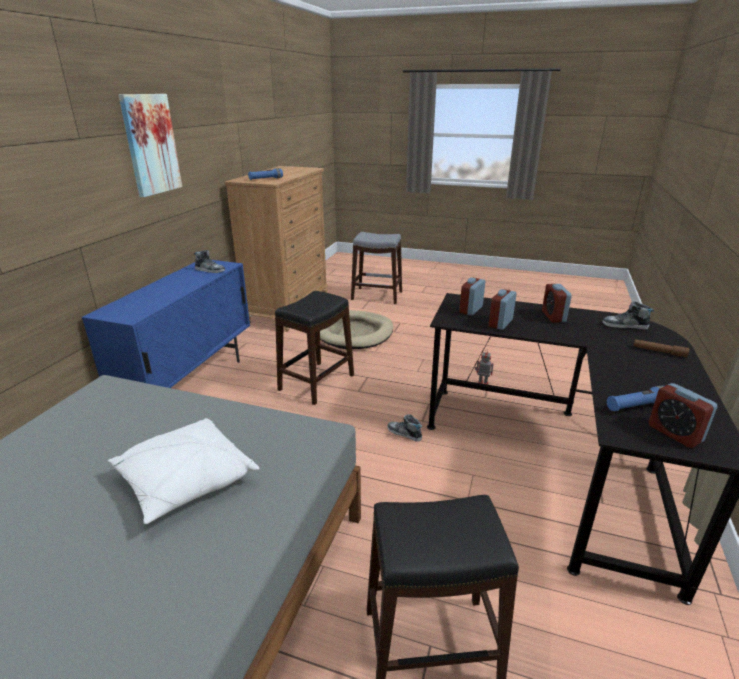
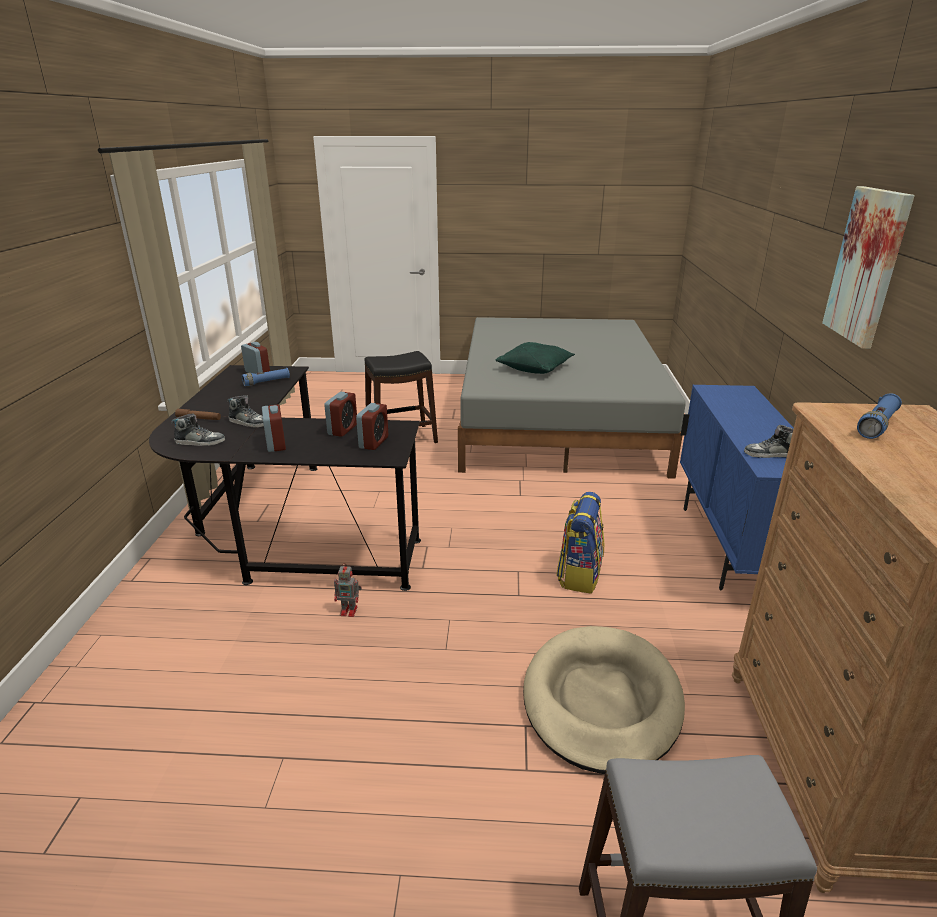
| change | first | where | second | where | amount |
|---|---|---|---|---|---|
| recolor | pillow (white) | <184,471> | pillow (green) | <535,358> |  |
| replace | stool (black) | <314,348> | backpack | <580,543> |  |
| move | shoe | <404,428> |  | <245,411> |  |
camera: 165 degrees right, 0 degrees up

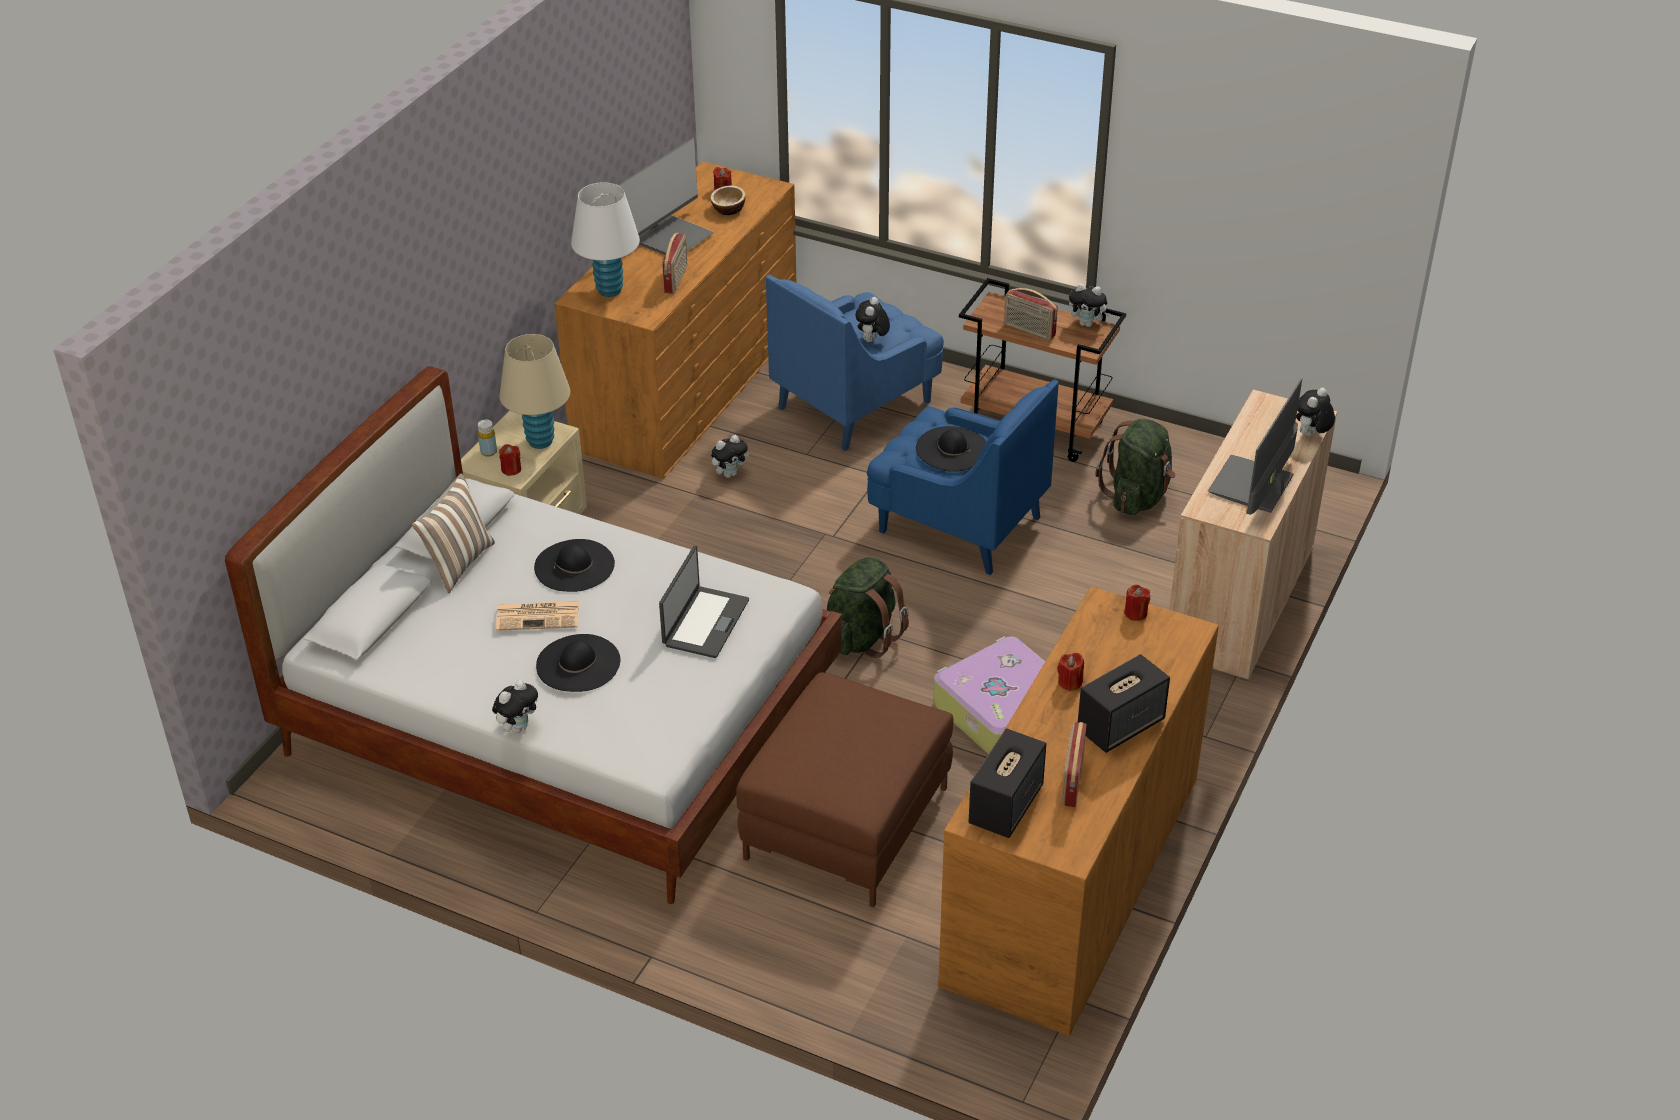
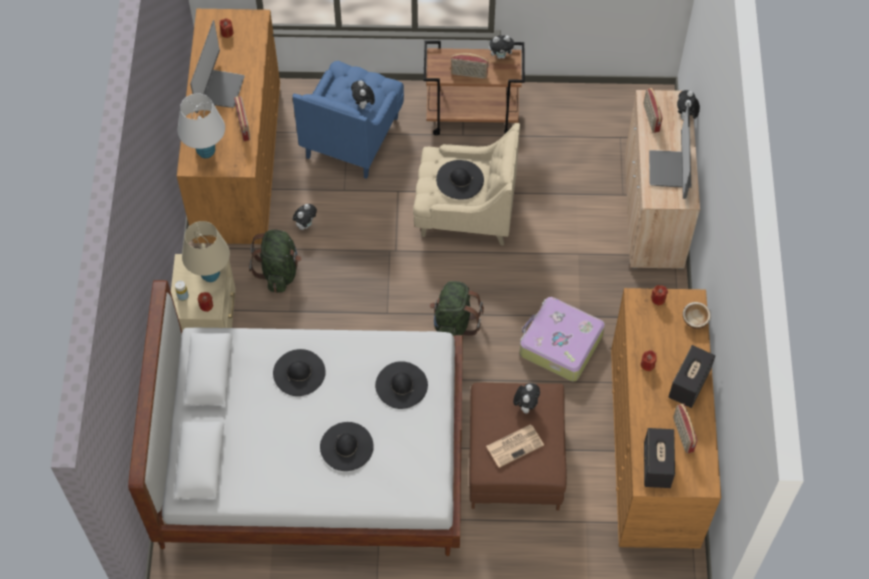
| change | first | where | second | where | amount |
|---|---|---|---|---|---|
| delete | pillow | <453,533> |  |  |  |
| move | plush toy | <515,706> |  | <526,398> |  |
| move | newspaper | <537,616> |  | <515,446> |  |
| replace | laptop | <704,602> | hat (black) | <401,385> |  |
| move | bowl | <728,200> |  | <697,315> |  |
| recolor | armchair (blue) | <963,477> | armchair (beige) | <466,184> |  |
| move | backpack (green) | <1135,467> |  | <275,261> |  |
| insert |  |  | radio | <653,110> |  |
camera: 25 degrees left, 20 degrees up

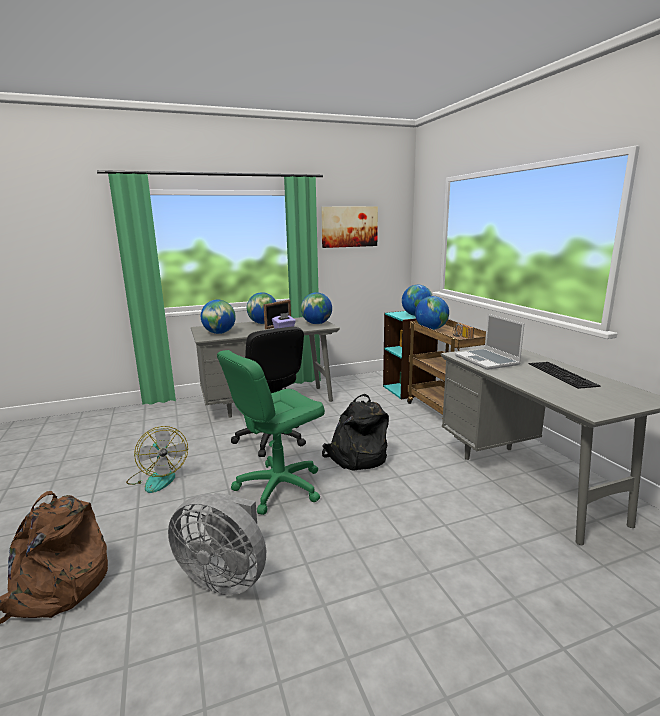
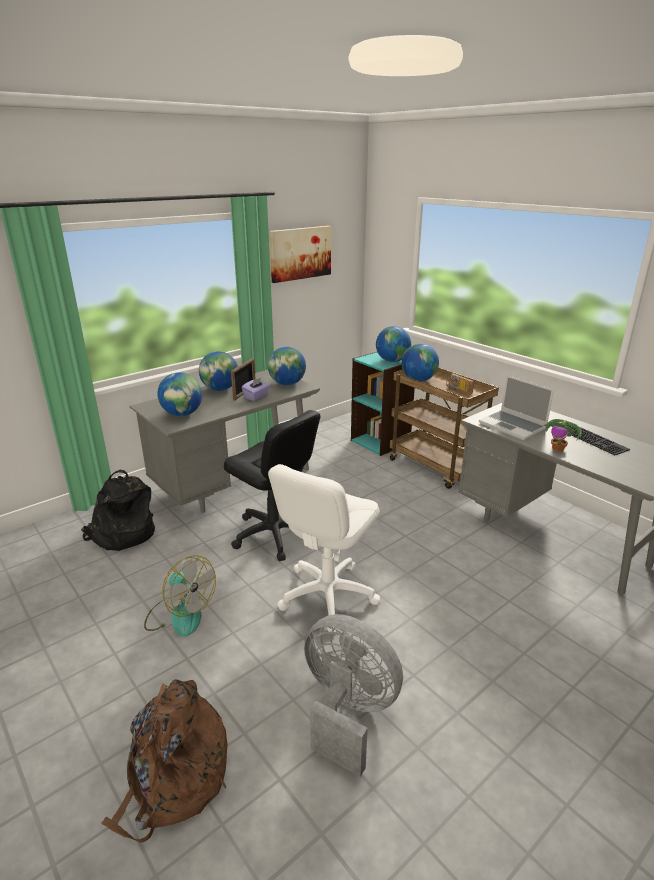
| change | first | where | second | where | amount |
|---|---|---|---|---|---|
| rotate | fan (grey) | <217,543> |  | <353,695> | 150 degrees counterclockwise |
| recolor | office chair (green) | <271,432> | office chair (white) | <324,548> |  |
| move | backpack (black) | <355,432> |  | <118,510> |  |
| insert |  |  | potted plant | <562,435> |  |
camera: 20 degrees left, 10 degrees up

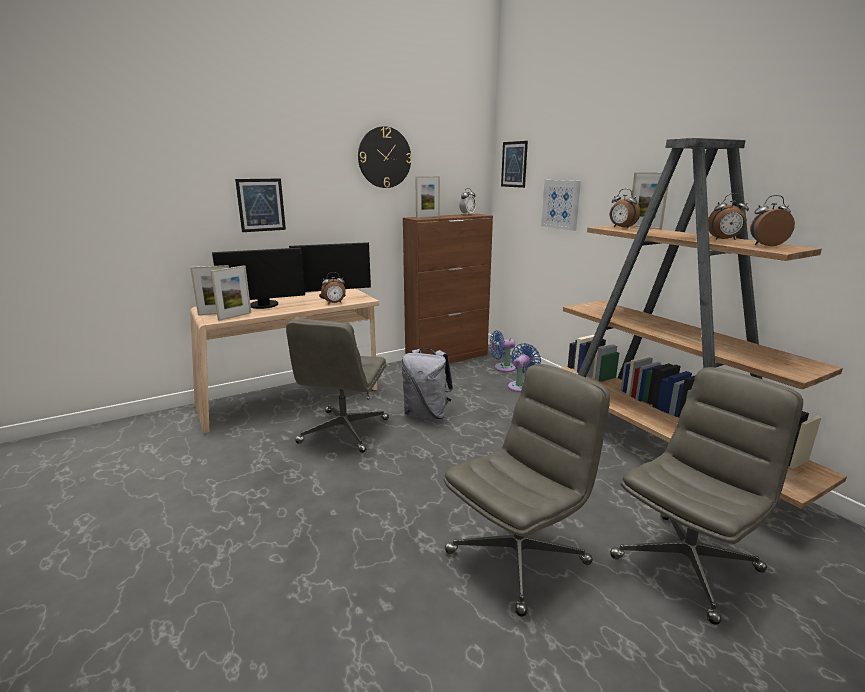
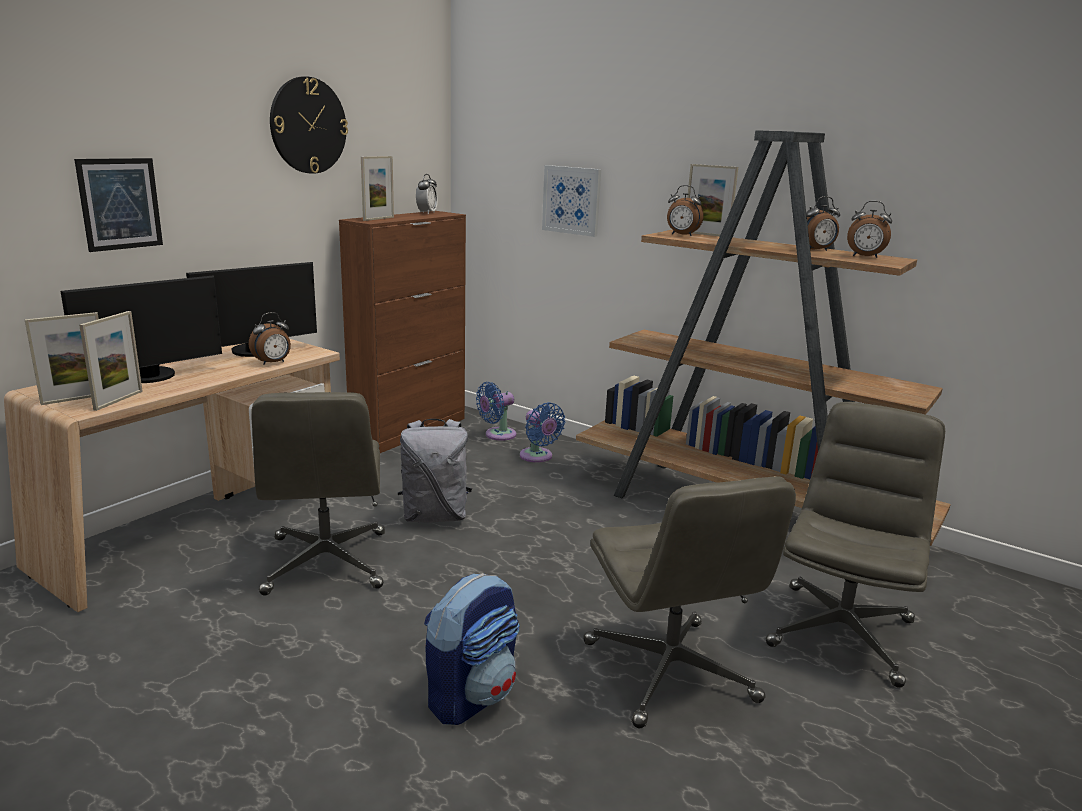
| change | first | where | second | where | amount |
|---|---|---|---|---|---|
| rotate | office chair (grey) | <527,490> |  | <689,602> | 135 degrees clockwise |
| delete | picture | <514,164> |  |  |  |
| rotate | fan (blue) | <524,367> |  | <542,432> | 135 degrees clockwise |
| rotate | alarm clock | <772,220> |  | <869,229> | 135 degrees counterclockwise |
| insert |  |  | backpack | <472,649> |  |
camera: 25 degrees left, 0 degrees up

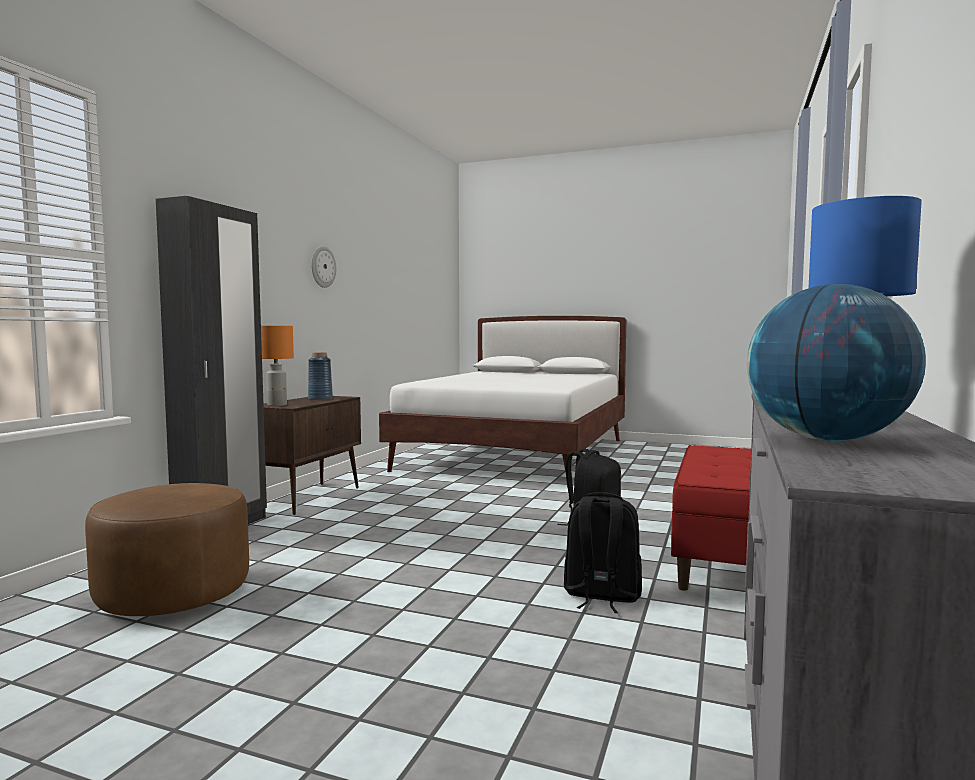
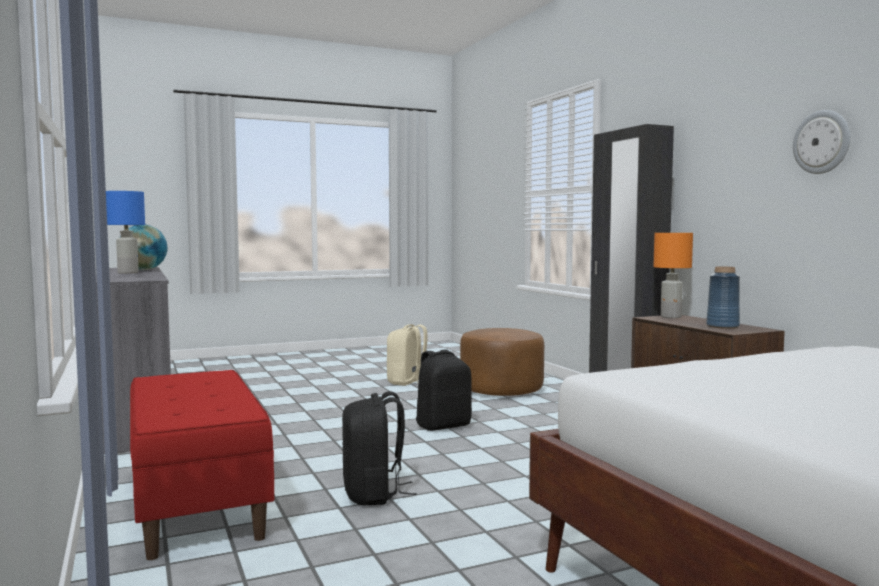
| change | first | where | second | where | amount |
|---|---|---|---|---|---|
| move | backpack (black) | <603,552> |  | <444,390> |  |
| insert |  |  | backpack (beige) | <407,355> |  |
camera: 135 degrees right, 0 degrees up

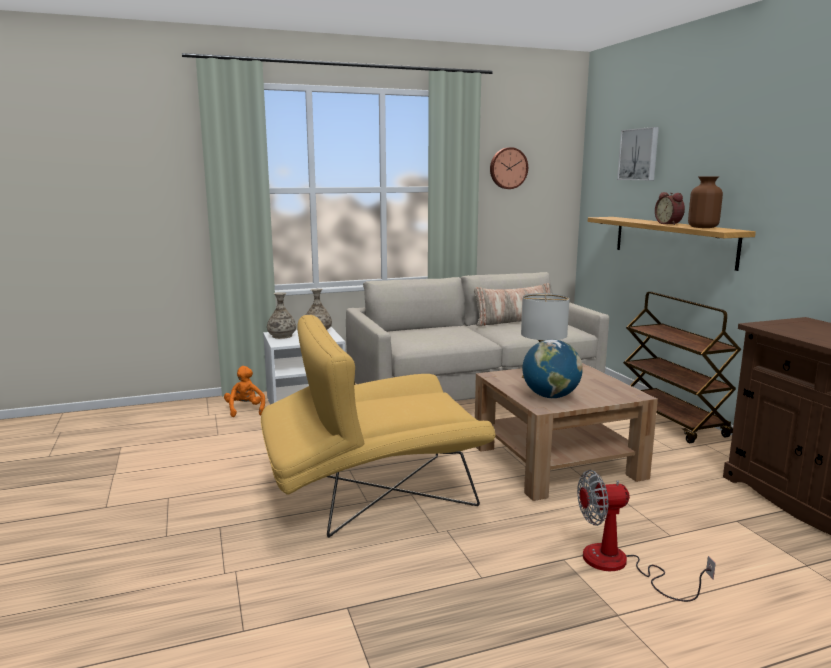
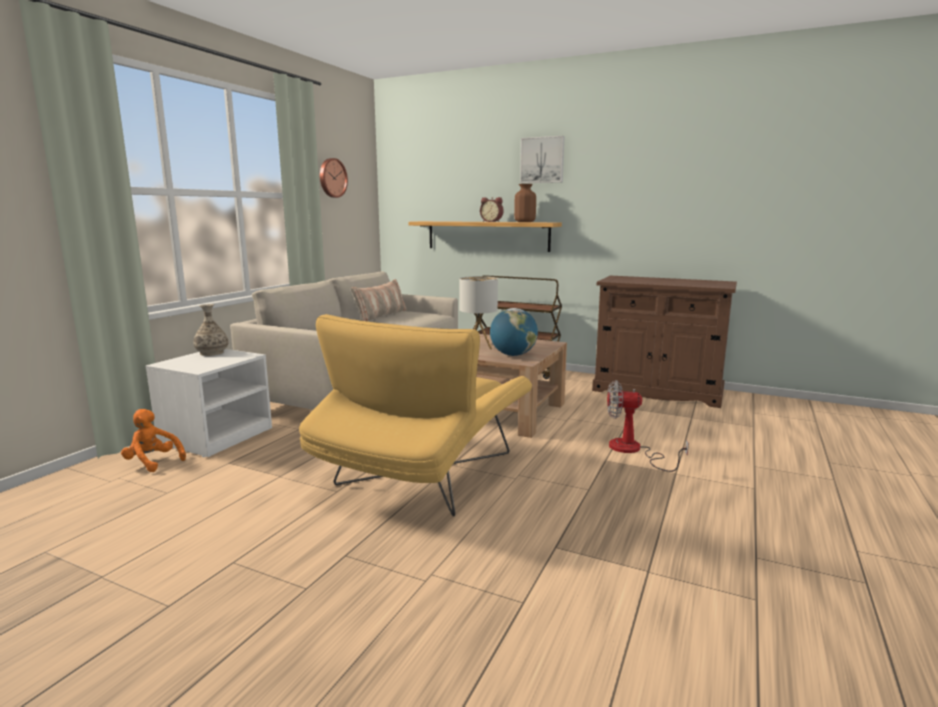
| change | first | where | second | where | amount |
|---|---|---|---|---|---|
| delete | vase | <281,315> |  |  |  |
| rotate | fan | <646,536> |  | <648,426> | 60 degrees clockwise |
| move | picture | <638,153> |  | <542,159> |  |
camera: 45 degrees left, 0 degrees up

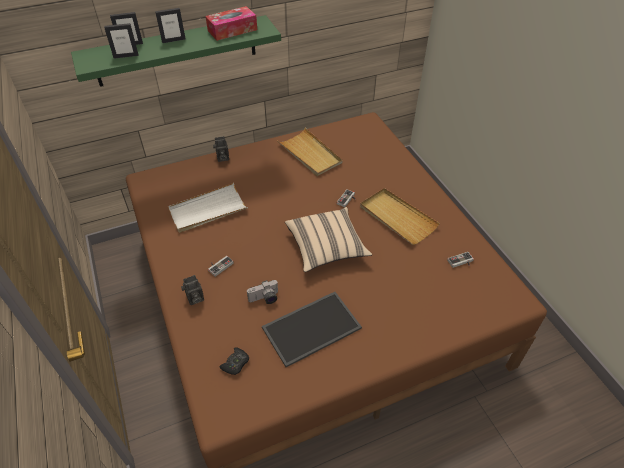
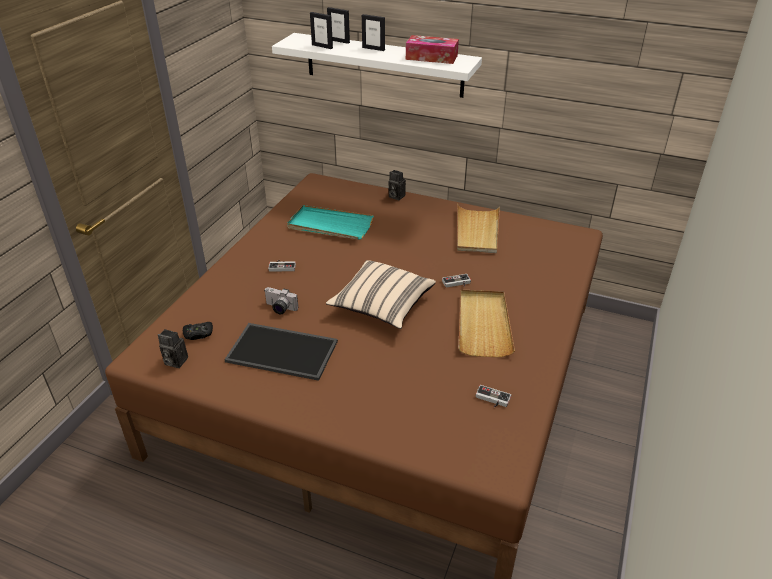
| change | first | where | second | where | amount |
|---|---|---|---|---|---|
| recolor | shelf (green) | <176,51> | shelf (white) | <377,65> |  |
| recolor | tray (white) | <208,207> | tray (turquoise) | <330,222> |  |
| move | photo camera | <192,290> |  | <173,348> |  |
camera: 45 degrees right, 10 degrees down

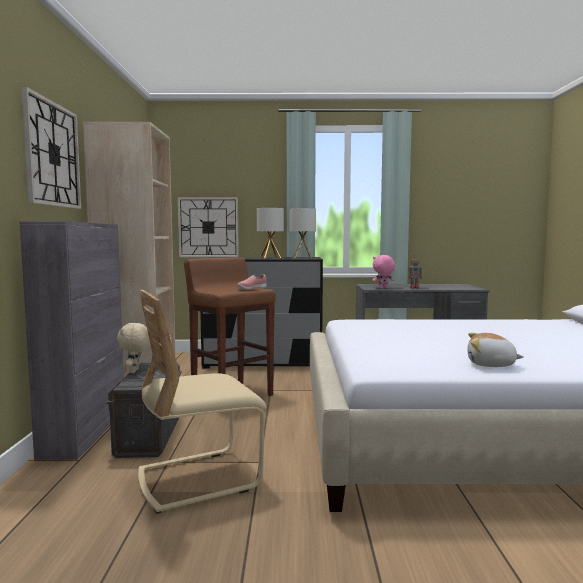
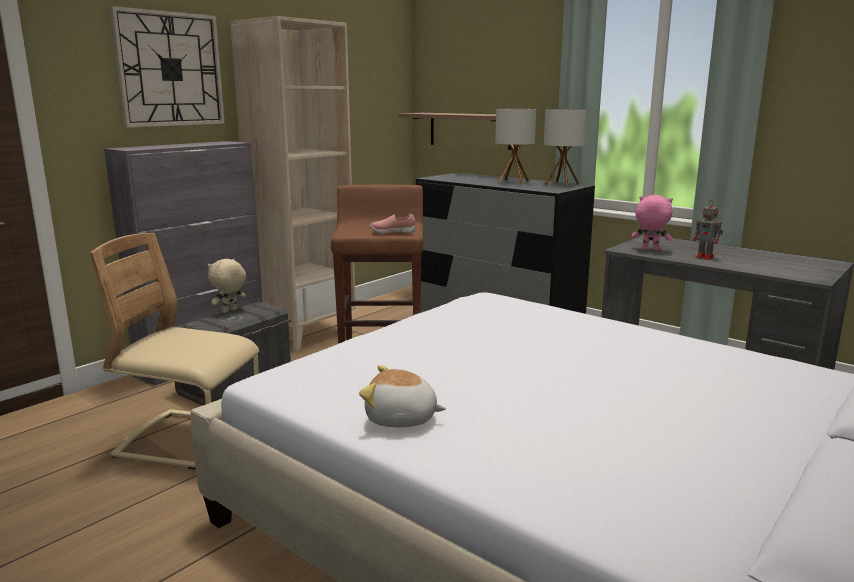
| change | first | where | second | where | amount |
|---|---|---|---|---|---|
| replace | wall clock | <208,227> | shelf | <455,131> |  |
| rotate | plush toy | <495,350> |  | <402,396> | 45 degrees counterclockwise |
camera: 40 degrees right, 10 degrees up

